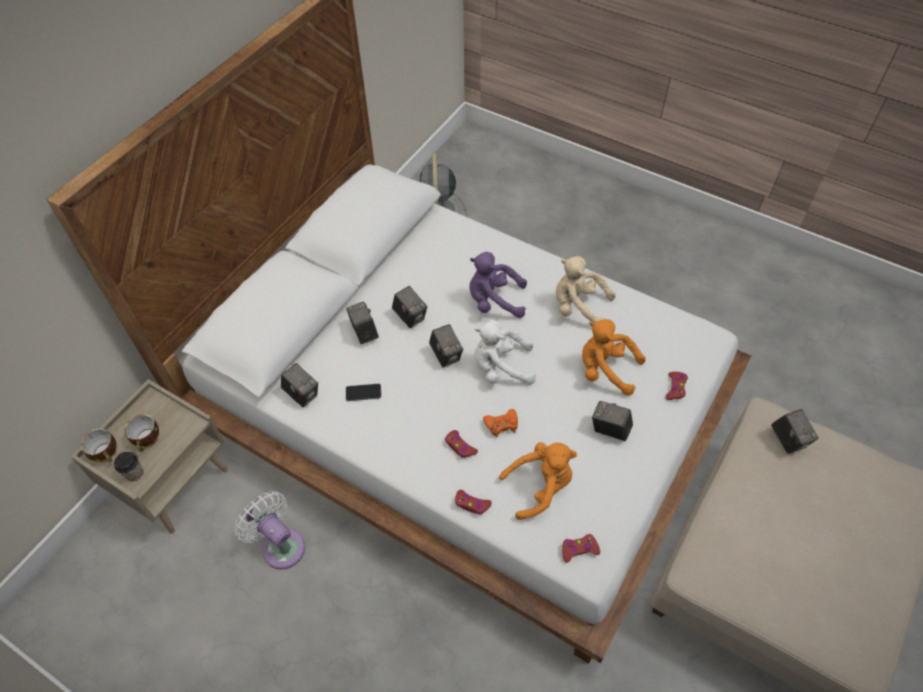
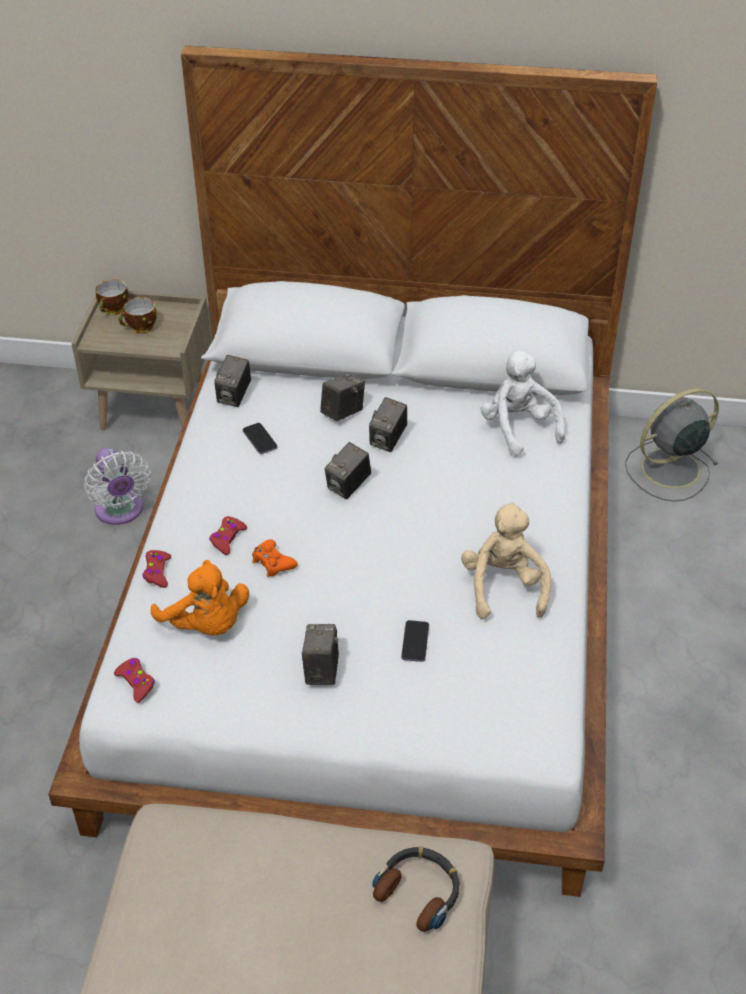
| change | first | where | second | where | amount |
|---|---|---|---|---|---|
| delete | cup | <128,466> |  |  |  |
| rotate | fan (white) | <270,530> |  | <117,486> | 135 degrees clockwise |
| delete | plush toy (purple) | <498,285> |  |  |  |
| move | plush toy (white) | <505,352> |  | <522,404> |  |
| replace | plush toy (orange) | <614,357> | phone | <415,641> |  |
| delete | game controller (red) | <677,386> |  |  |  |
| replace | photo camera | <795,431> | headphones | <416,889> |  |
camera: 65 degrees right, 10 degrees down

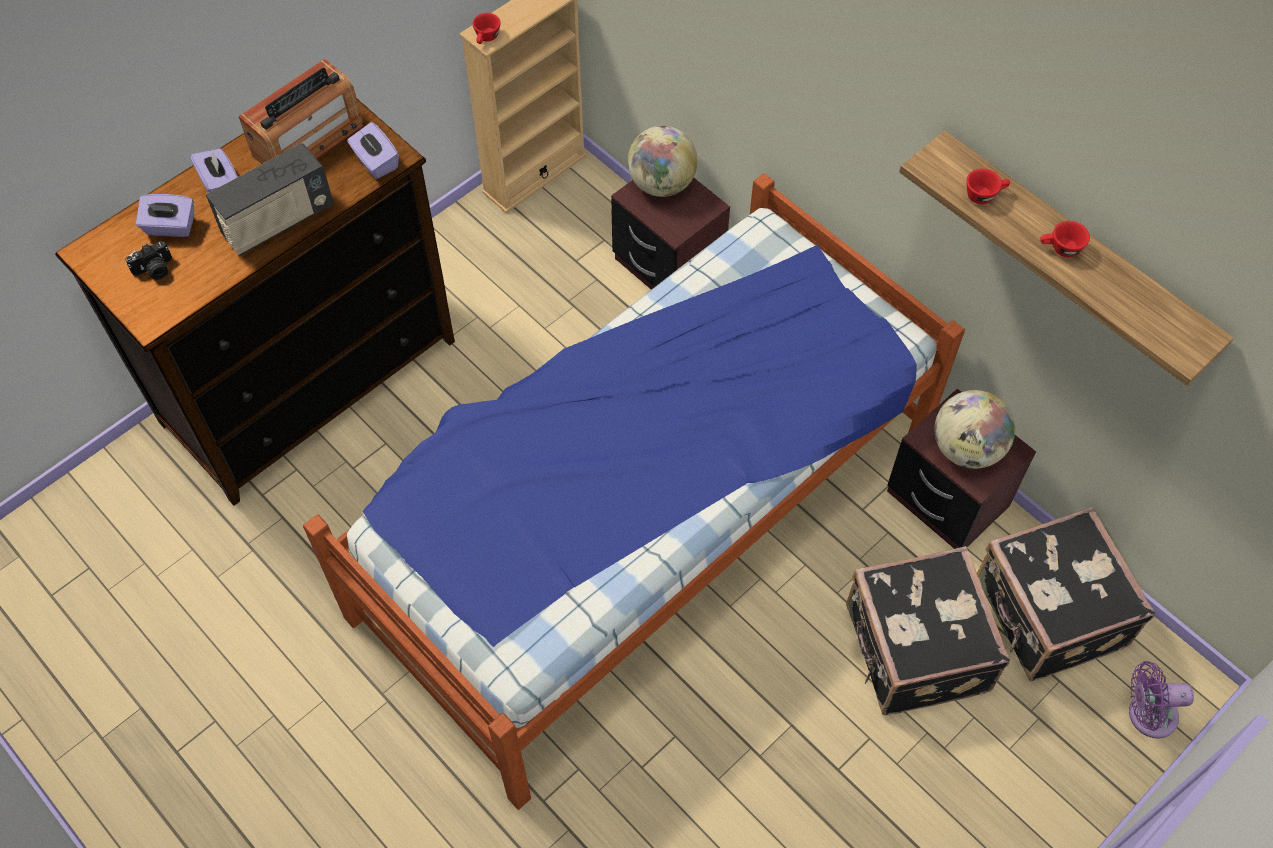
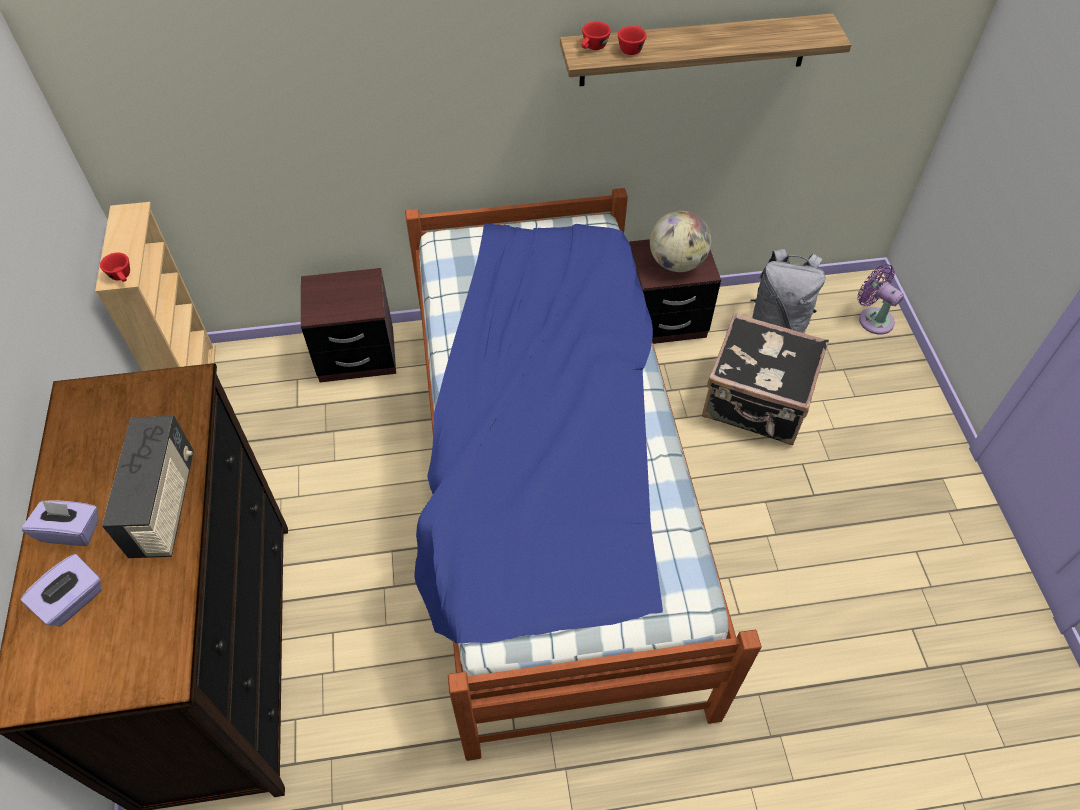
| change | first | where | second | where | amount |
|---|---|---|---|---|---|
| delete | photo camera | <148,260> |  |  |  |
| delete | radio | <301,111> |  |  |  |
| delete | tissue box (purple) | <373,150> |  |  |  |
| delete | globe | <663,161> |  |  |  |
| replace | suitcase (black) | <1066,594> | backpack (grey) | <787,291> |  |
| move | cup (red) | <1065,239> |  | <596,35> |  |
| rotate | fan (purple) | <1161,700> |  | <880,299> | 105 degrees clockwise |
camera: 55 degrees left, 5 degrees down

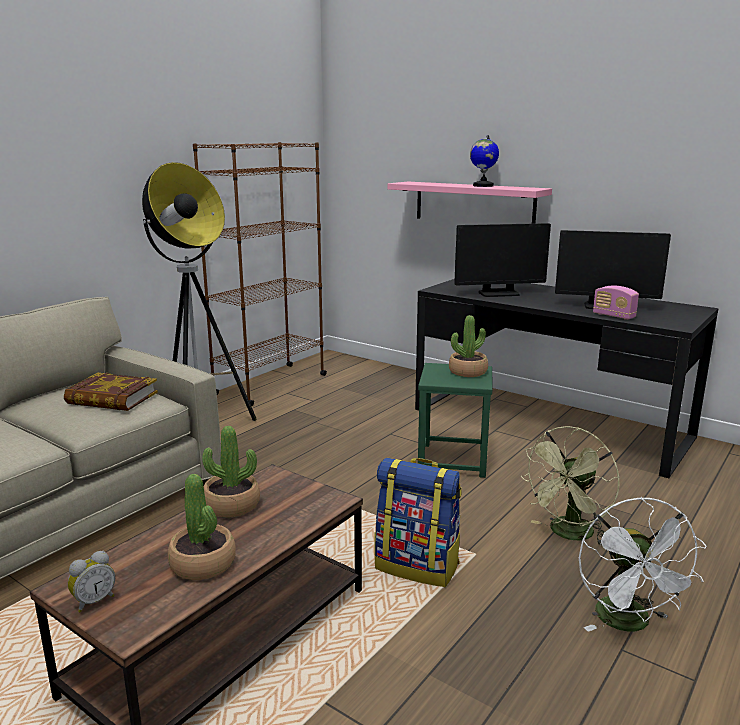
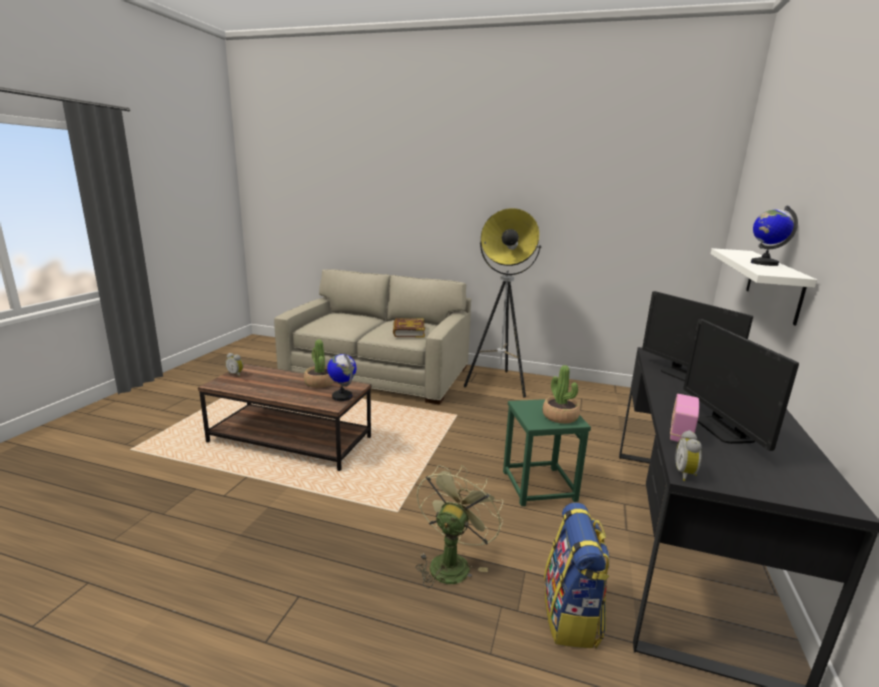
| change | first | where | second | where | amount |
|---|---|---|---|---|---|
| delete | potted plant | <202,527> |  |  |  |
| delete | bookcase (brown) | <260,274> |  |  |  |
| move | backpack | <418,522> |  | <576,575> |  |
| recolor | shelf (pink) | <470,202> | shelf (white) | <764,286> |  |
| rotate | fan (green) | <570,486> |  | <459,526> | 90 degrees clockwise |
| delete | fan (white) | <643,564> |  |  |  |
| insert |  |  | globe | <342,377> |  |
| insert |  |  | alarm clock | <688,455> |  |
camera: 70 degrees right, 0 degrees up

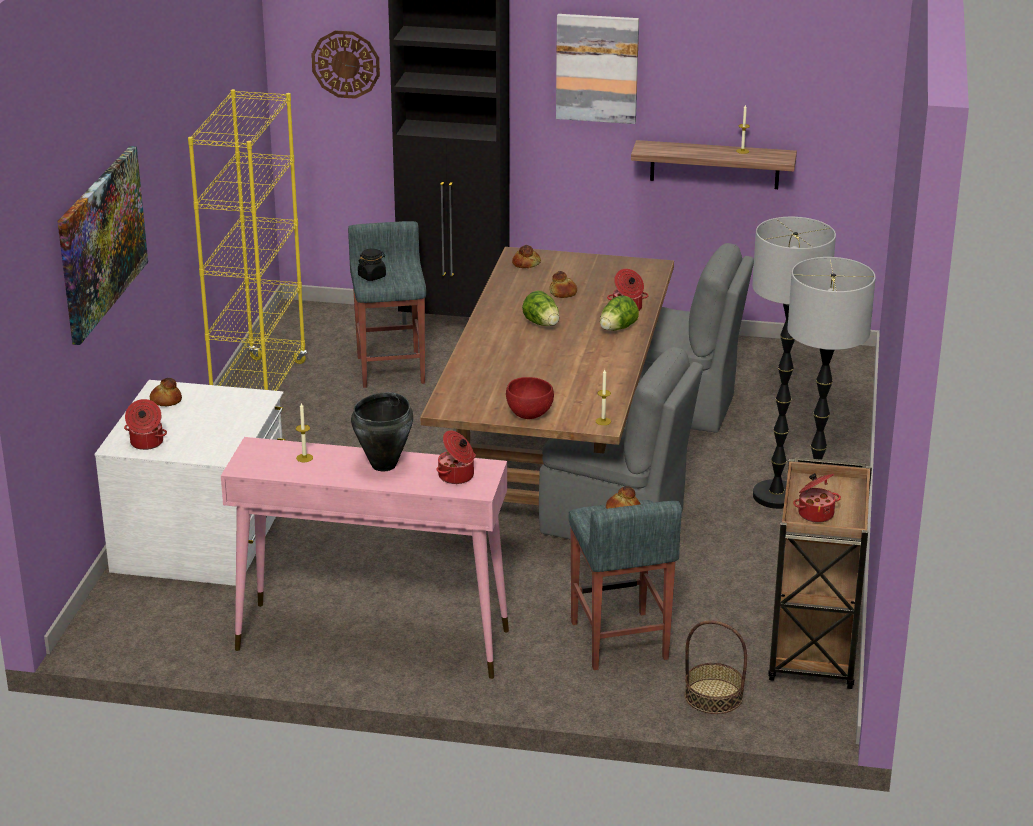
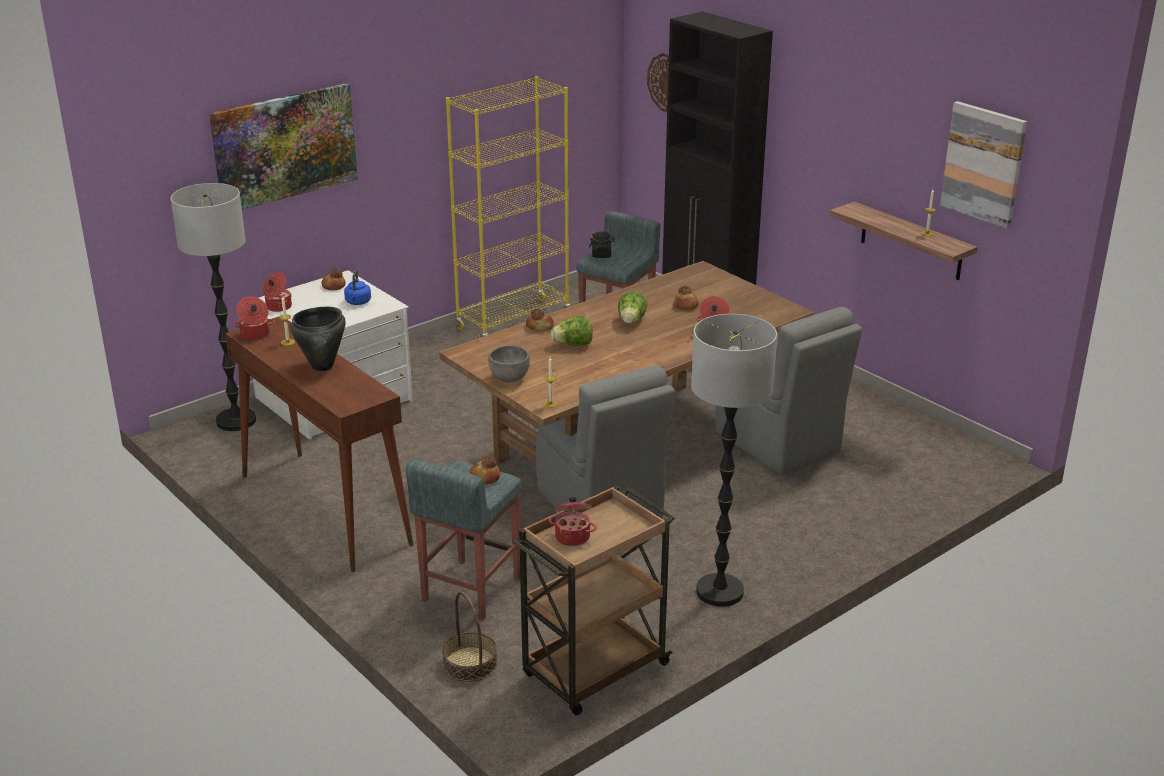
| change | first | where | second | where | amount |
|---|---|---|---|---|---|
| recolor | console table (pink) | <365,558> | console table (brown) | <319,444> |  |
| move | cooking pot | <456,457> |  | <254,318> |  |
| recolor | bowl (red) | <530,398> | bowl (grey) | <509,364> |  |
| move | bread | <526,256> |  | <540,319> |  |
| move | picture | <597,69> |  | <983,165> |  |
| move | lettuce | <619,313> |  | <572,331> |  |
| move | floor lamp | <794,363> |  | <213,307> |  |
| insert |  |  | kettle (blue) | <357,287> |  |
camera: 40 degrees right, 0 degrees up

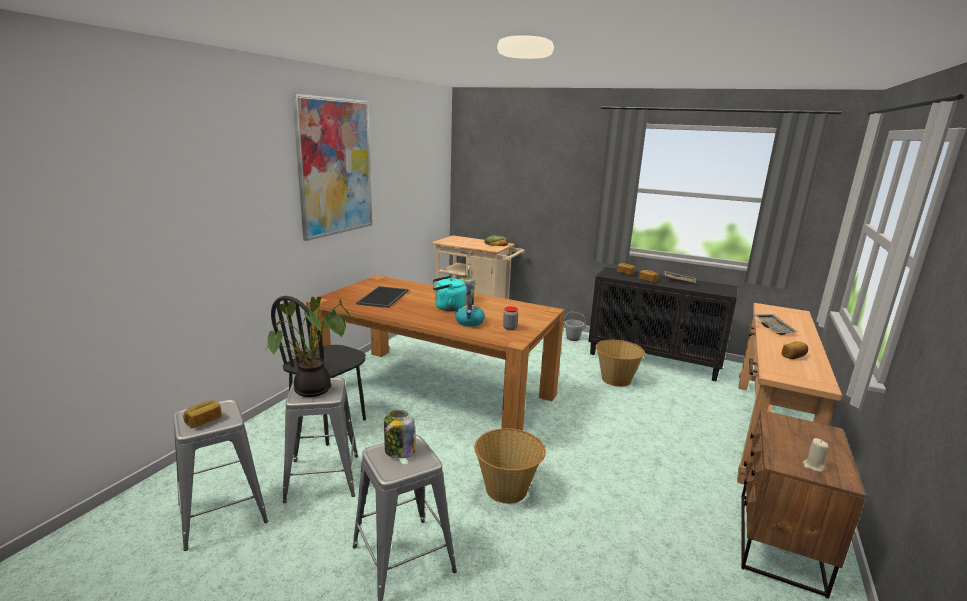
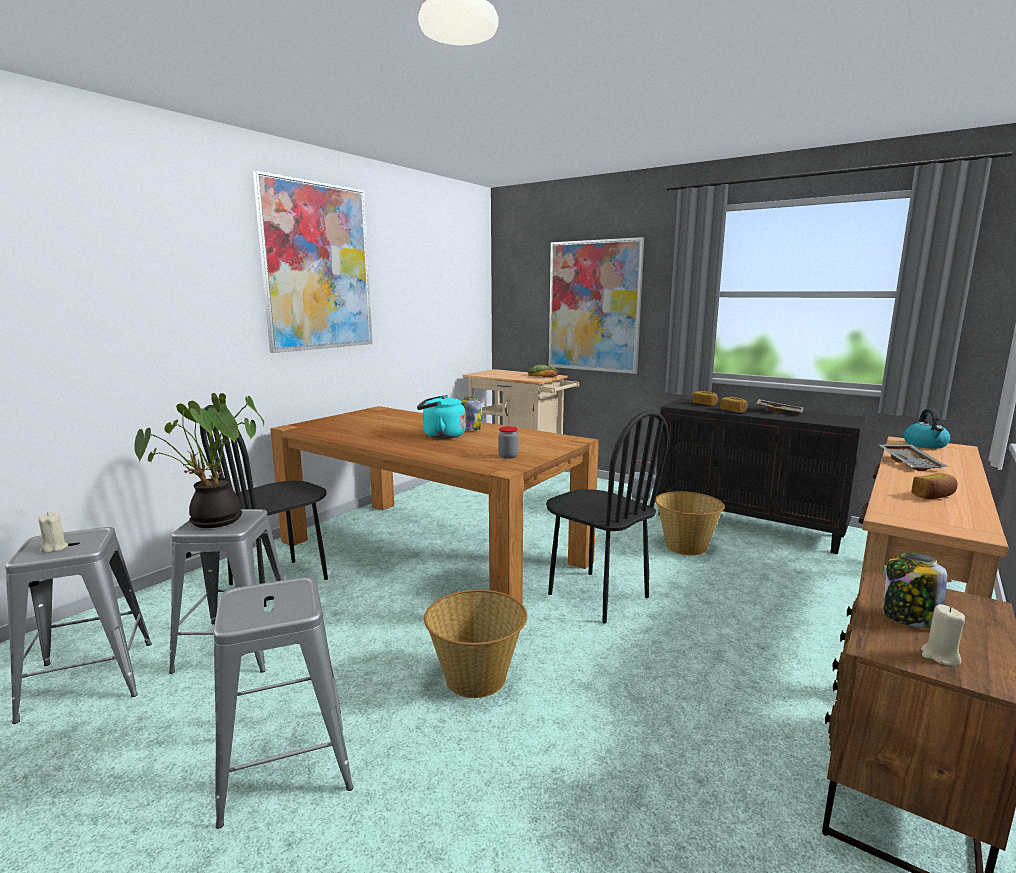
| change | first | where | second | where | amount |
|---|---|---|---|---|---|
| replace | bread | <202,414> | candle (beige) | <53,532> |  |
| delete | tray | <382,297> |  |  |  |
| move | jar | <399,434> |  | <915,590> |  |
| move | kettle | <470,310> |  | <927,429> |  |
| insert |  |  | chair (black) | <607,516> |  |
| insert |  |  | picture | <596,305> |  |
camera: 10 degrees right, 5 degrees down

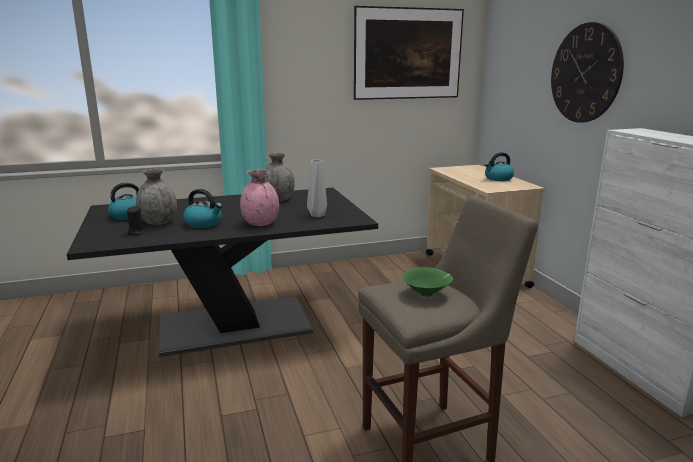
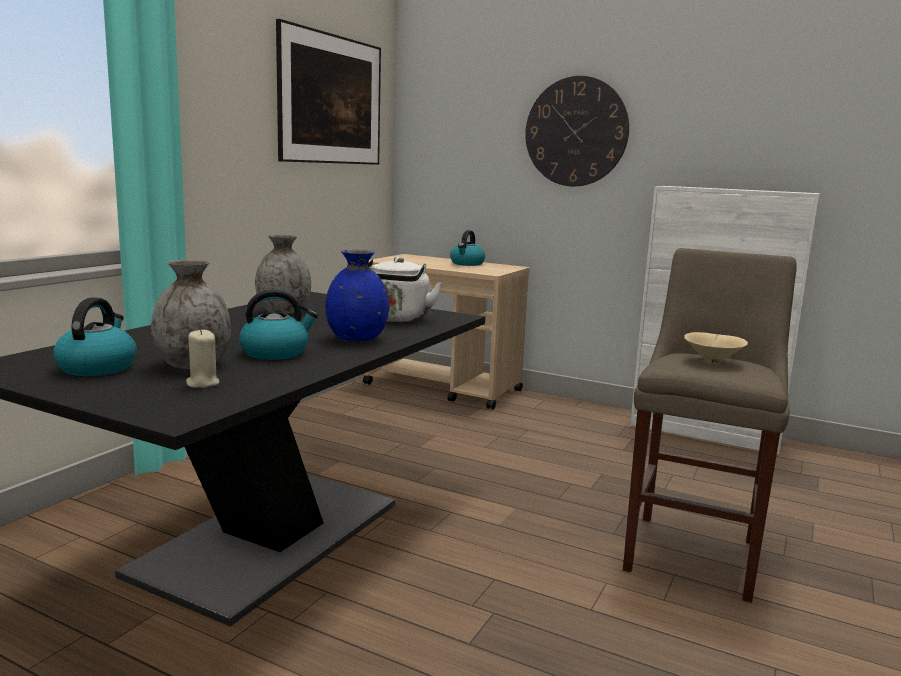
| change | first | where | second | where | amount |
|---|---|---|---|---|---|
| recolor | candle (black) | <136,220> | candle (beige) | <202,358> |  |
| recolor | vase (pink) | <259,197> | vase (blue) | <357,295> |  |
| replace | vase (grey) | <317,188> | kettle (white) | <405,289> |  |
| recolor | bowl (green) | <427,282> | bowl (beige) | <716,347> |  |
camera: 45 degrees left, 5 degrees down

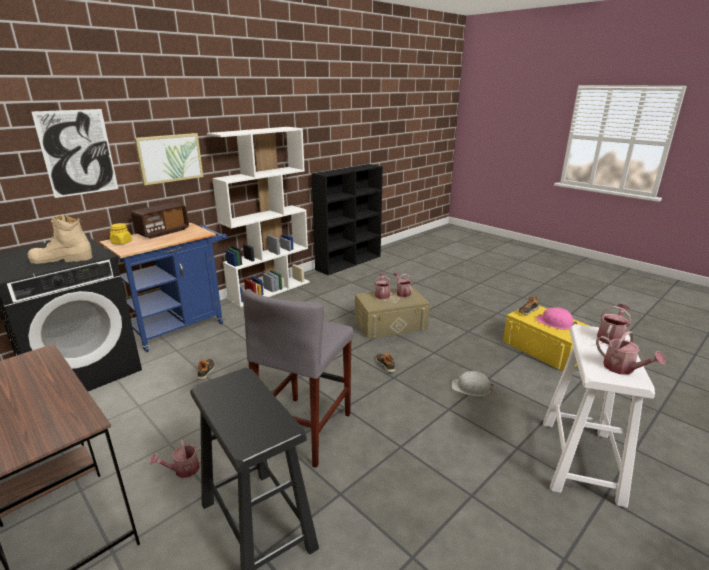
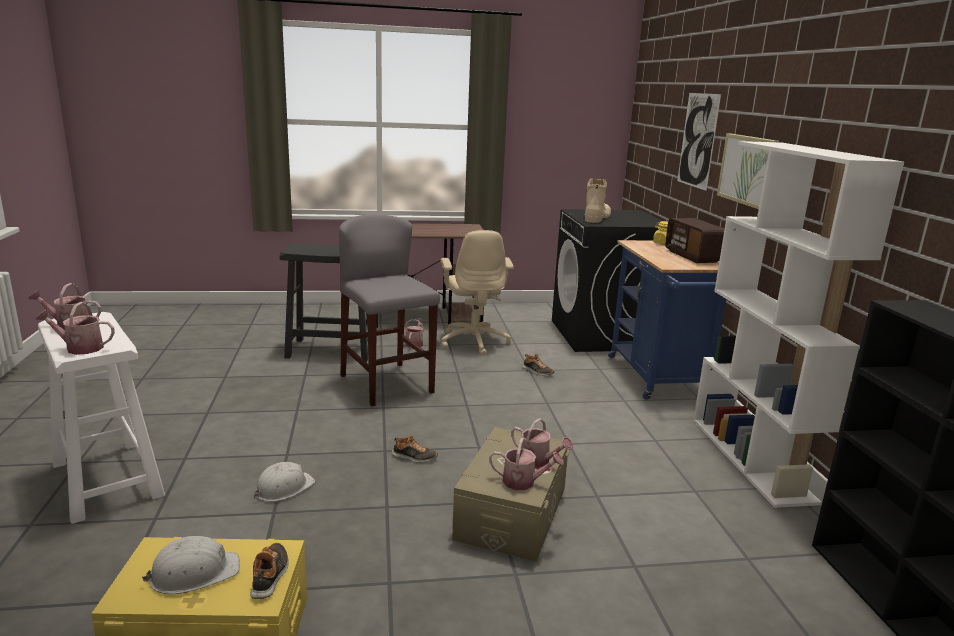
| change | first | where | second | where | amount |
|---|---|---|---|---|---|
| recolor | hard hat (pink) | <556,318> | hard hat (white) | <191,565> |  |
| rotate | watering can | <614,324> |  | <75,328> | 105 degrees clockwise |
| insert |  |  | office chair (beige) | <477,293> |  |
camera: 125 degrees right, 5 degrees down

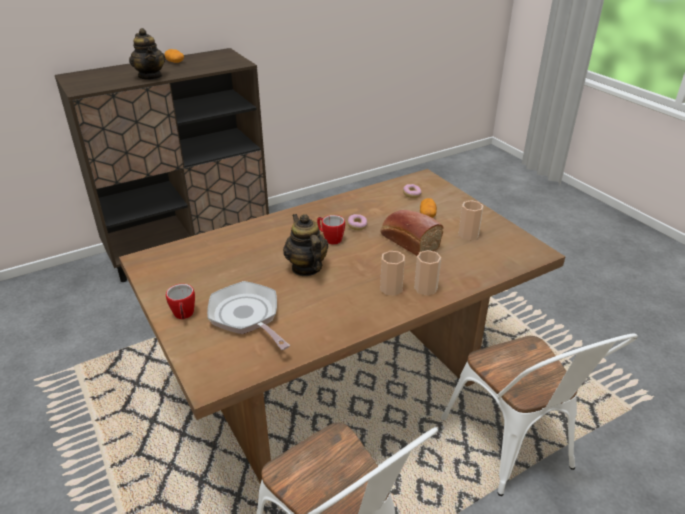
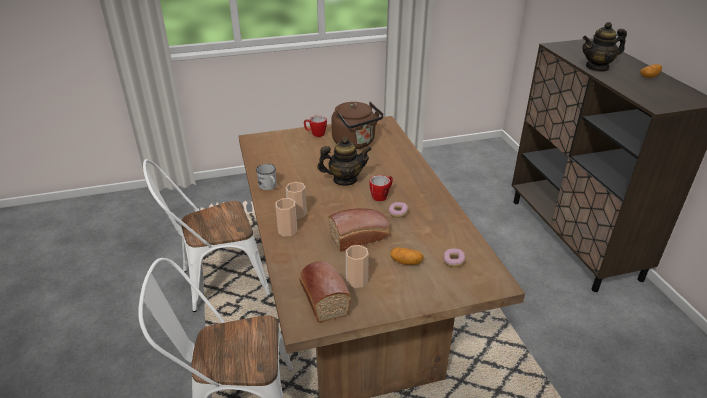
| change | first | where | second | where | amount |
|---|---|---|---|---|---|
| delete | frying pan | <248,315> |  |  |  |
| insert |  |  | mug (white) | <266,177> |  |
| insert |  |  | bread | <325,292> |  |
| insert |  |  | kettle (brown) | <357,125> |  |
camera: 105 degrees right, 0 degrees up

